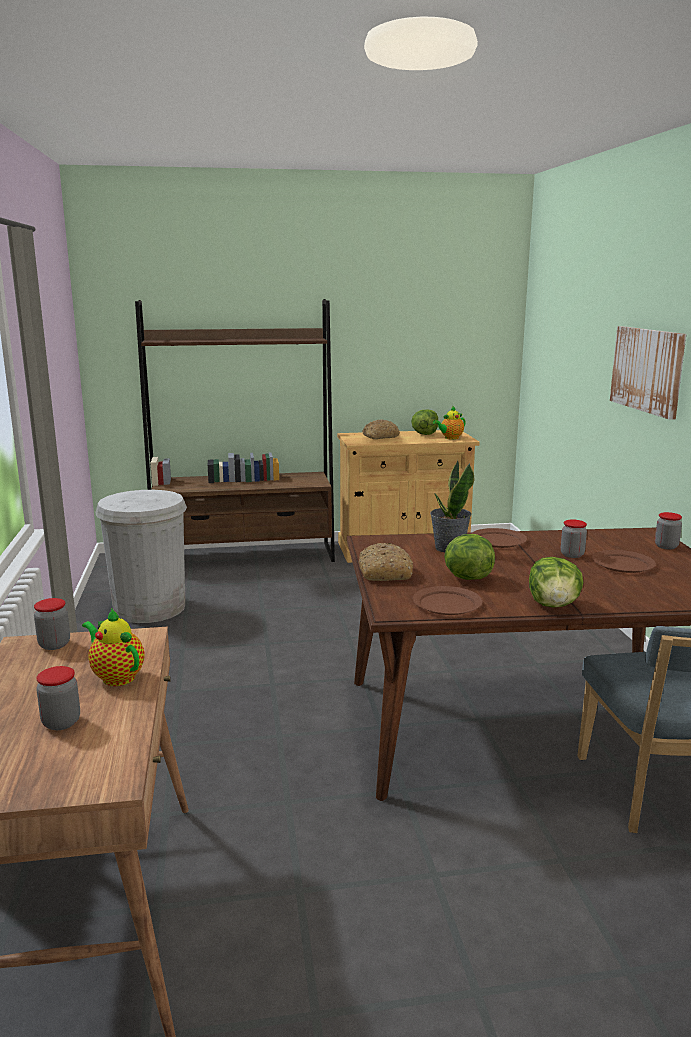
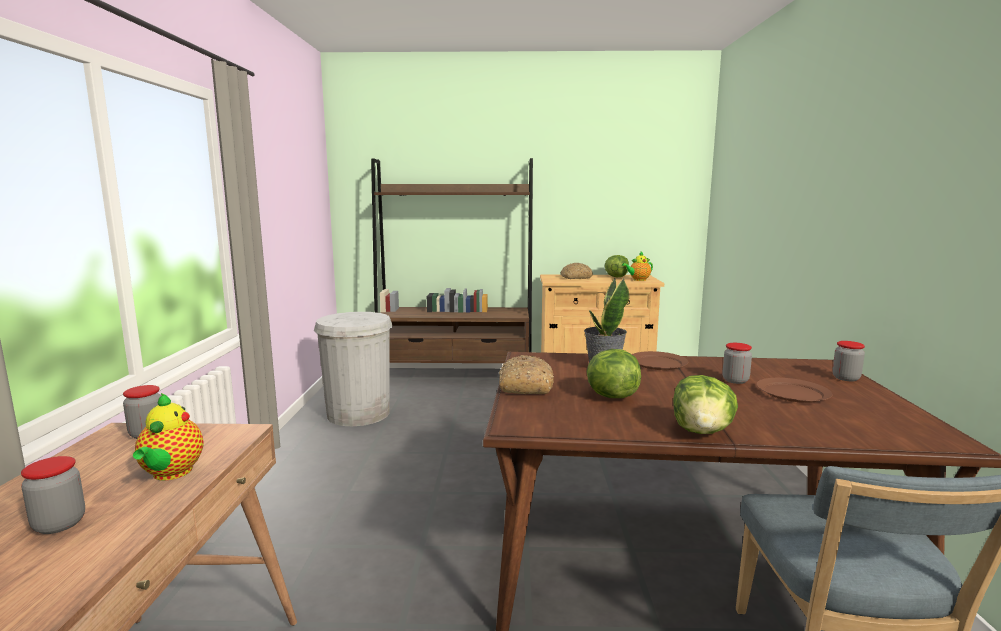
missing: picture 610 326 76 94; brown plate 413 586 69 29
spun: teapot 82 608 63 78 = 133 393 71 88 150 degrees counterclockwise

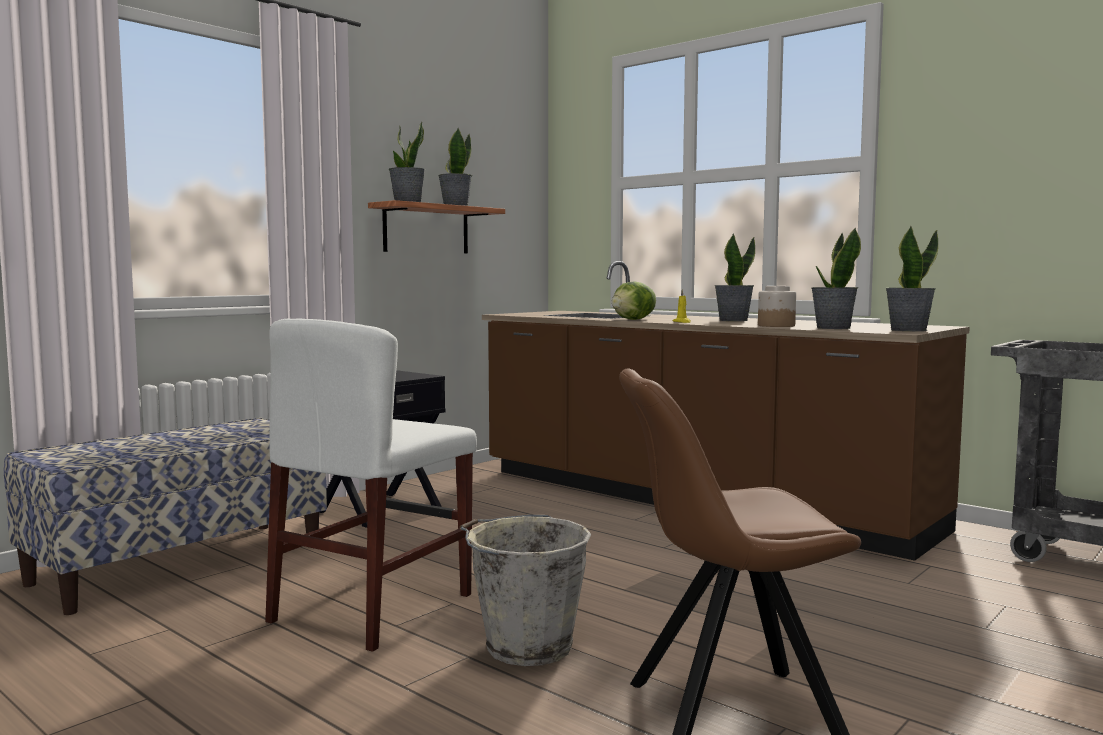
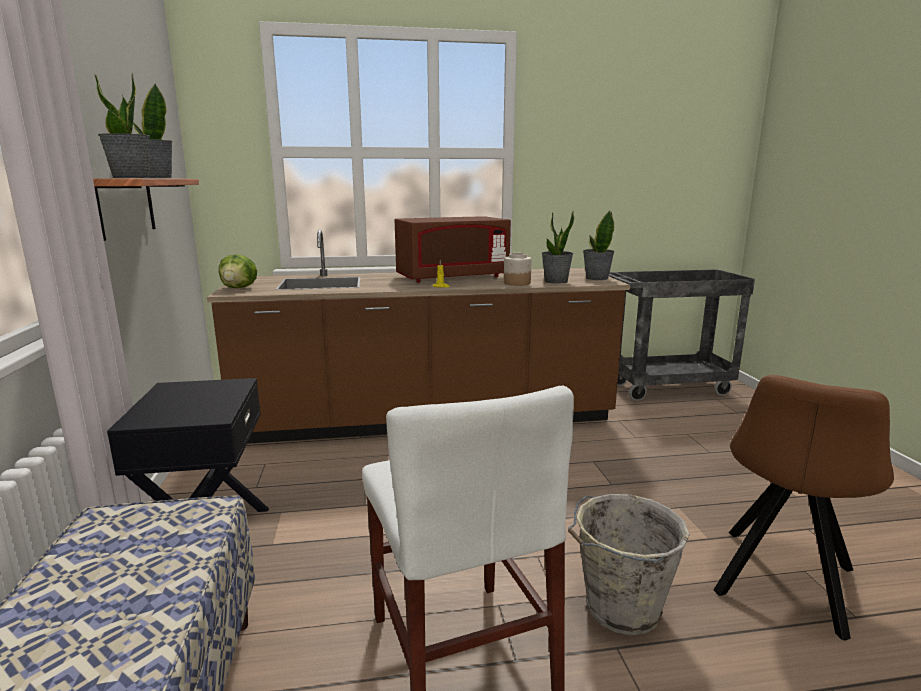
relocated: lettuce 612 281 44 39 to 219 254 38 34
exchanged: potted plant 714 233 41 88 to brown microwave 395 216 116 67

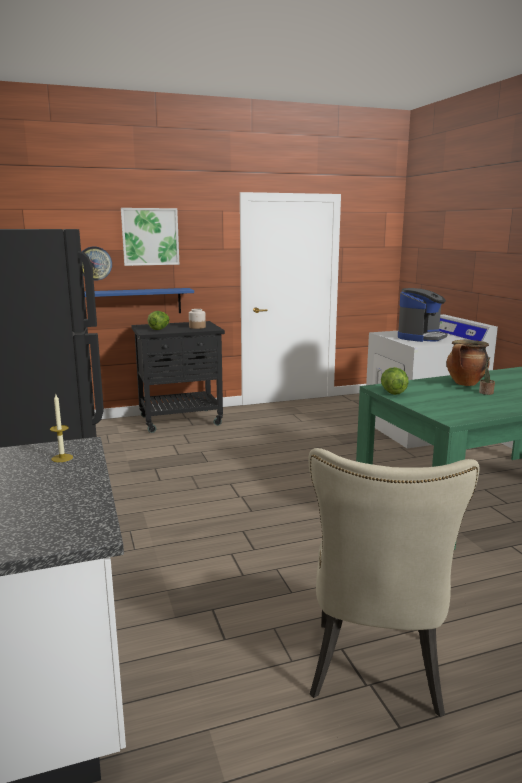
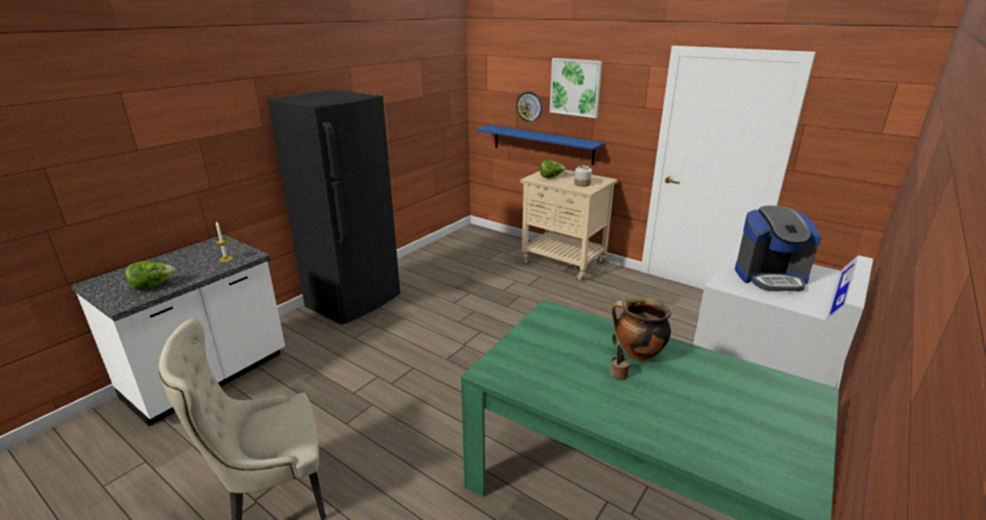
relocated: lettuce 381 367 28 28 to 125 261 50 29
colour: black cart 131 321 94 112 to beige cart 520 169 98 112

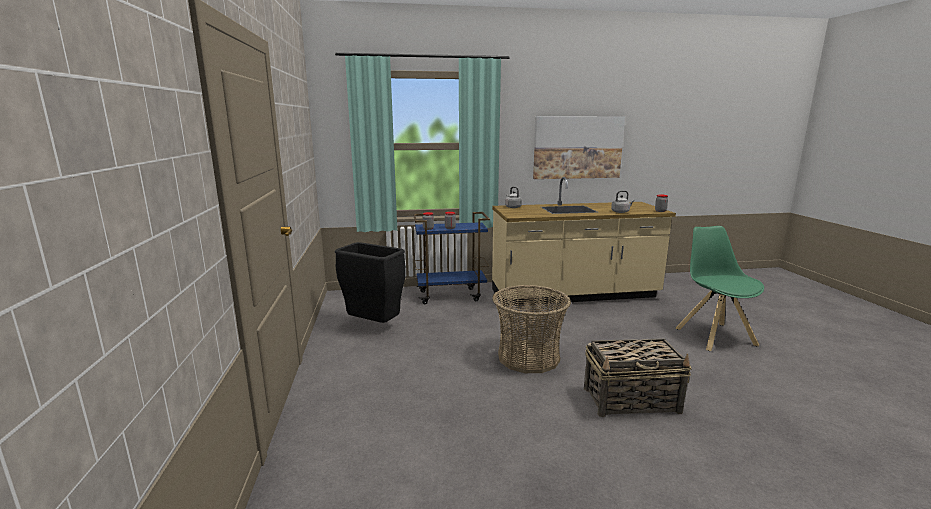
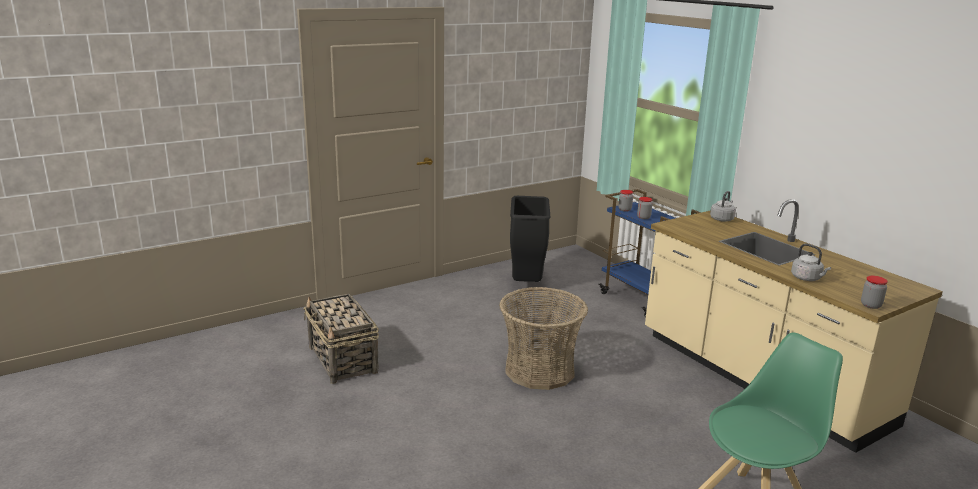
missing: picture 533 116 92 63
relocated: basket 584 338 108 79 to 304 294 75 90

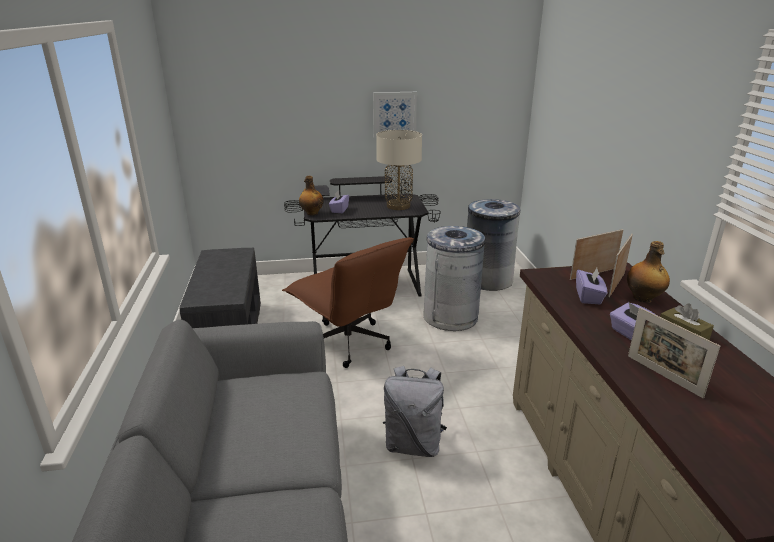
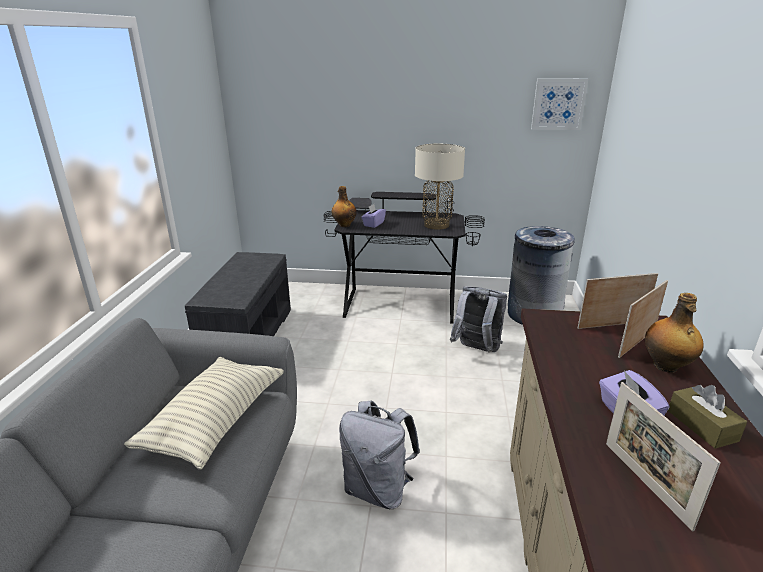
missing: brown office chair 282 237 132 131; purple tissue box 576 268 31 36
appeared: pillow 124 357 160 113
relocated: picture 373 92 44 46 to 531 78 57 52
exchanged: grey trash can 423 226 63 105 to grey backpack 450 287 57 65

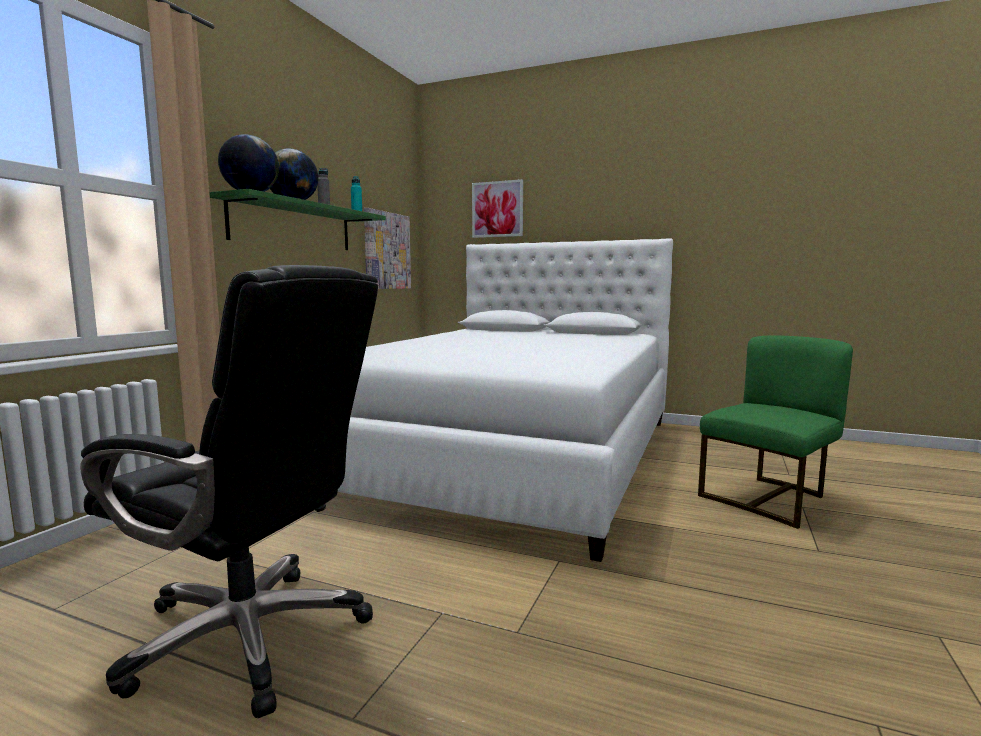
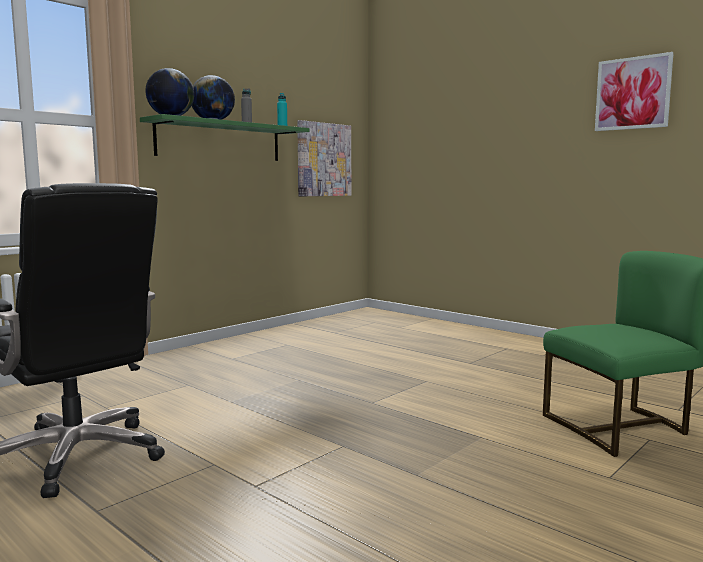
missing: white bed 338 238 335 324
relocated: picture 472 179 51 59 to 595 52 79 79

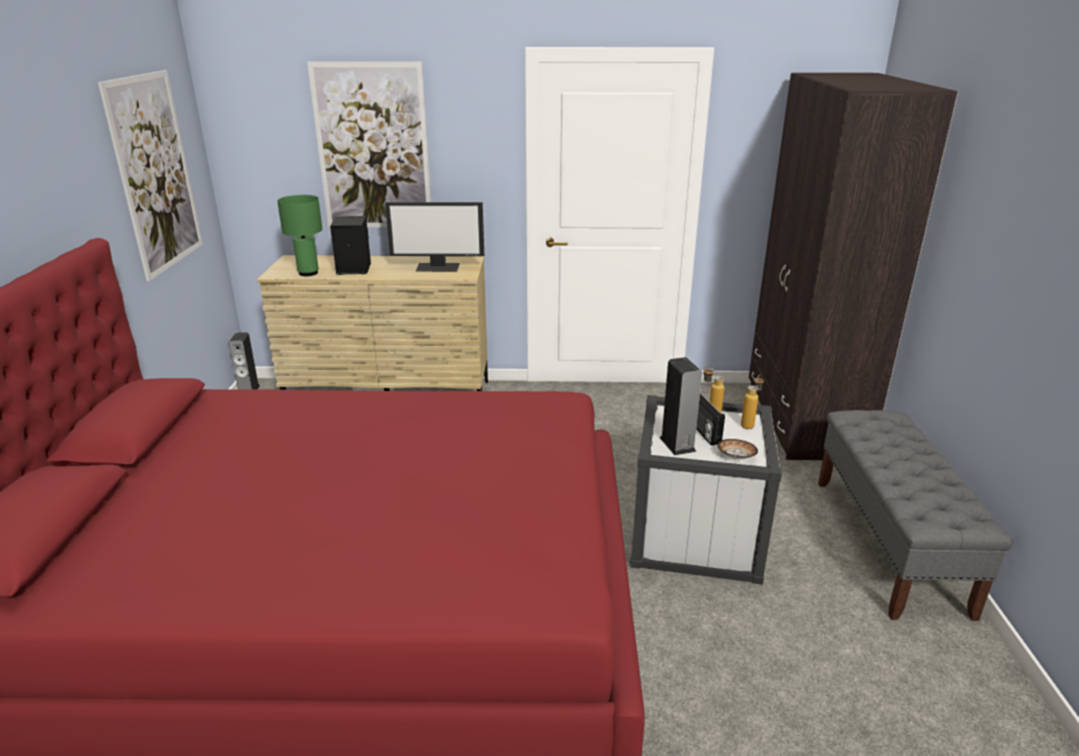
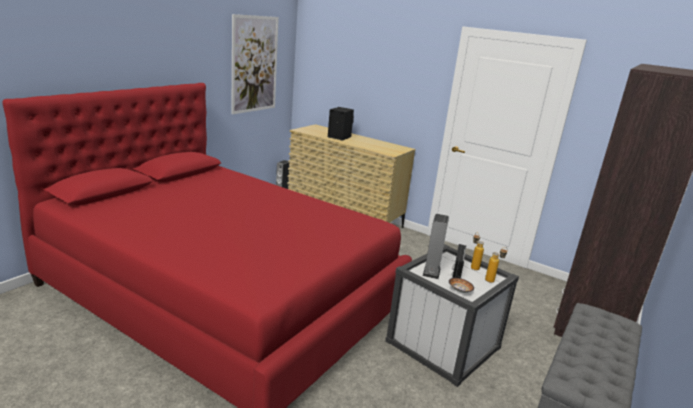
missing: picture 307 62 124 165; green table lamp 277 195 45 81; monitor 385 202 99 70

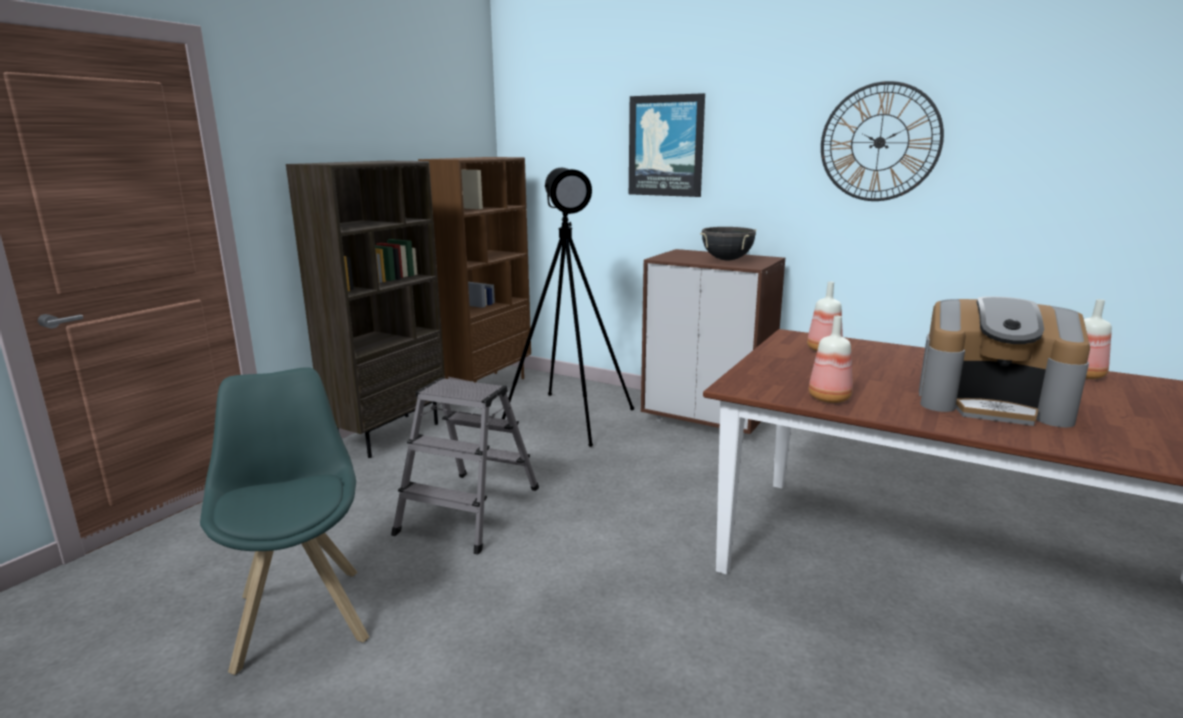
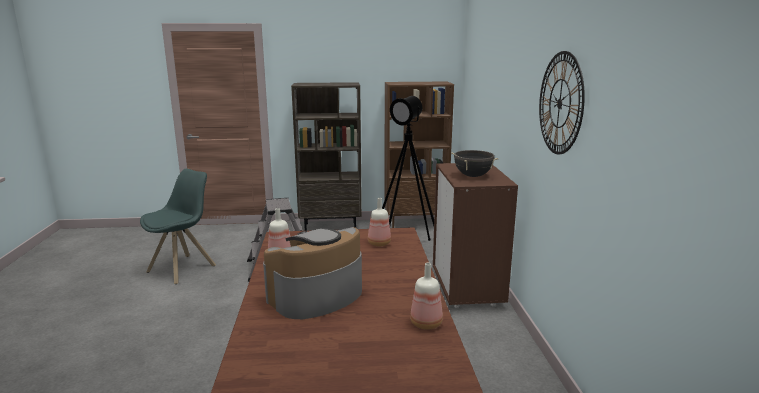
missing: picture 629 93 76 104
spun: coffee machine 919 296 171 132 = 263 227 99 92 60 degrees clockwise

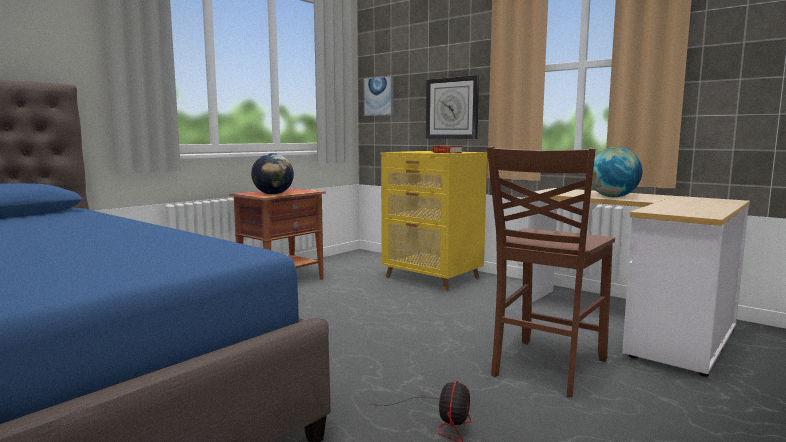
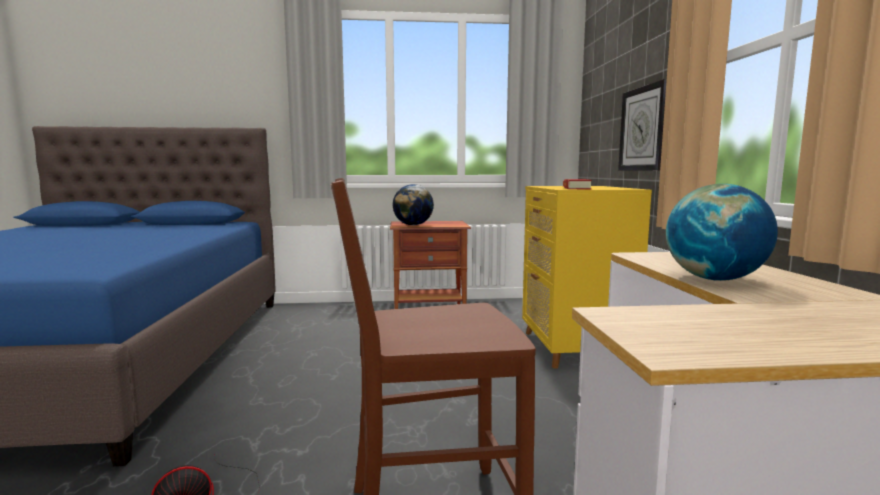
missing: picture 363 75 31 41

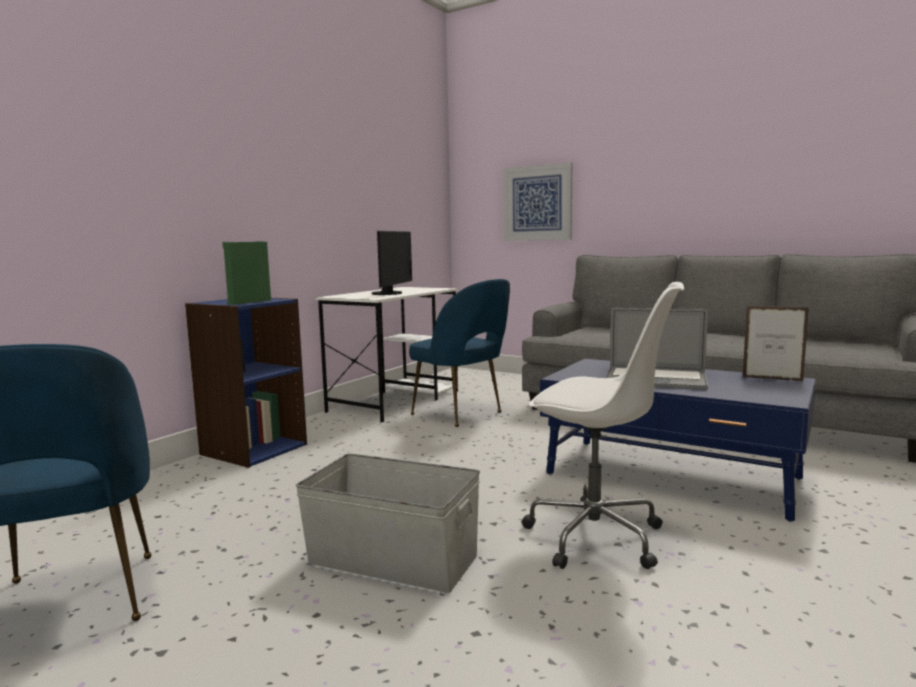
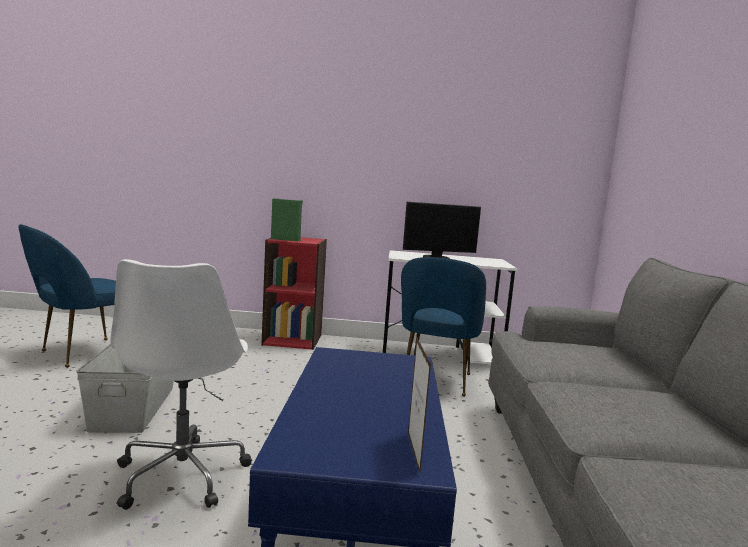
missing: picture 503 163 69 78; laptop 605 308 103 82
colour: blue bookcase 185 298 122 170 to red bookcase 261 237 66 113

